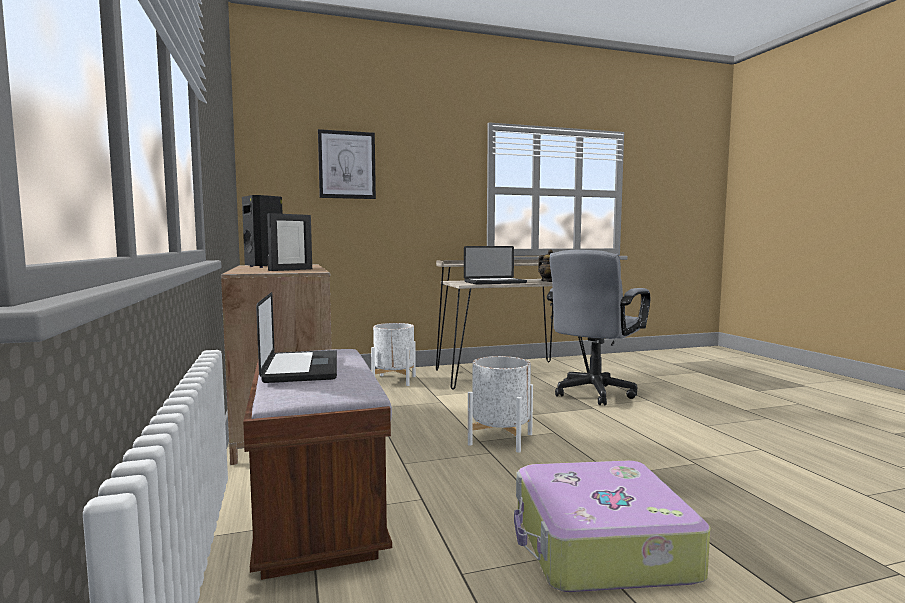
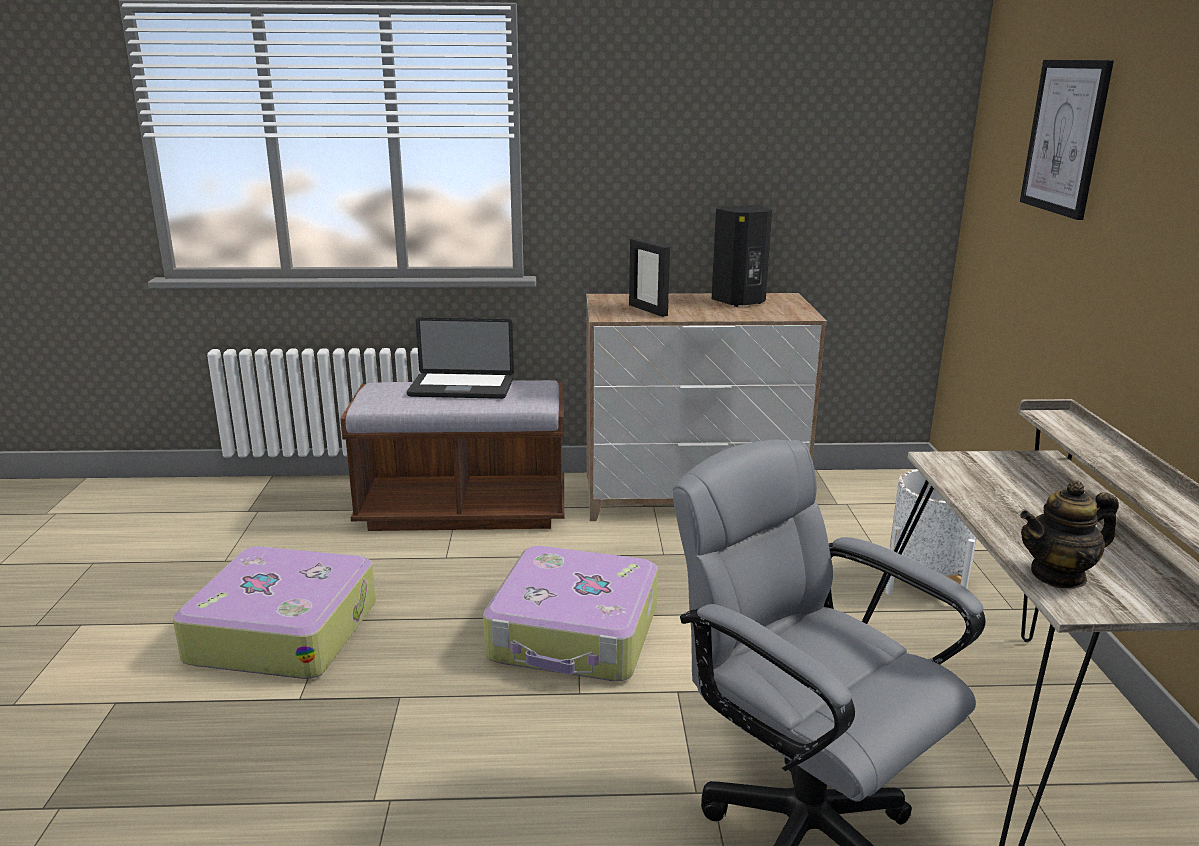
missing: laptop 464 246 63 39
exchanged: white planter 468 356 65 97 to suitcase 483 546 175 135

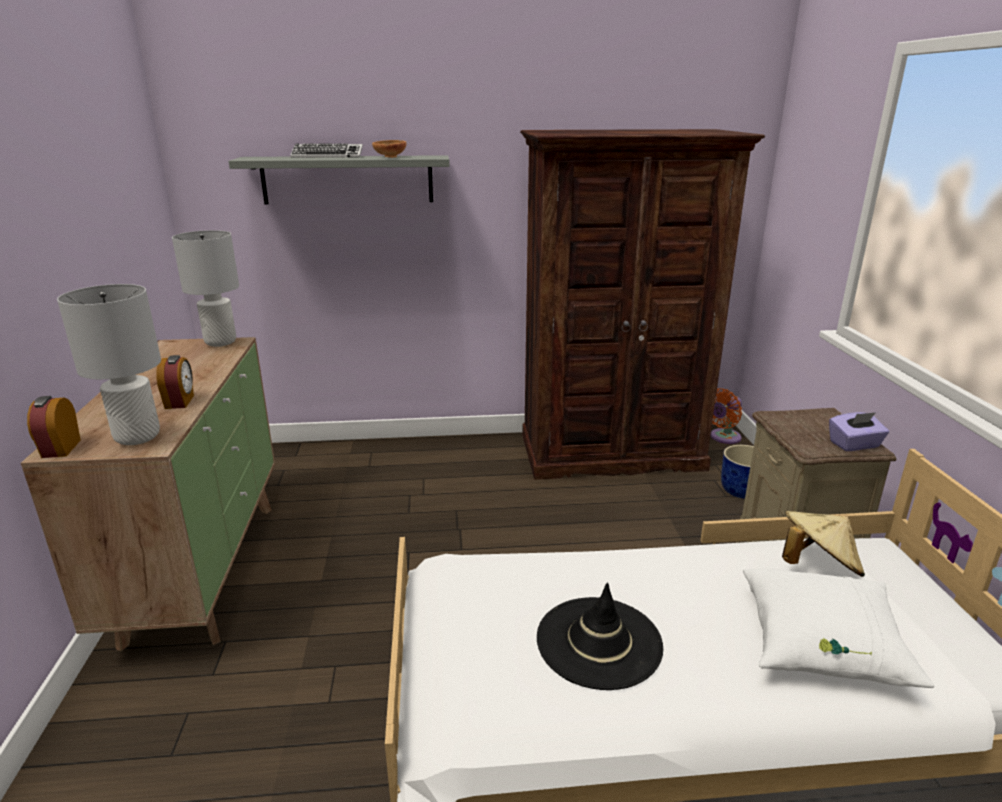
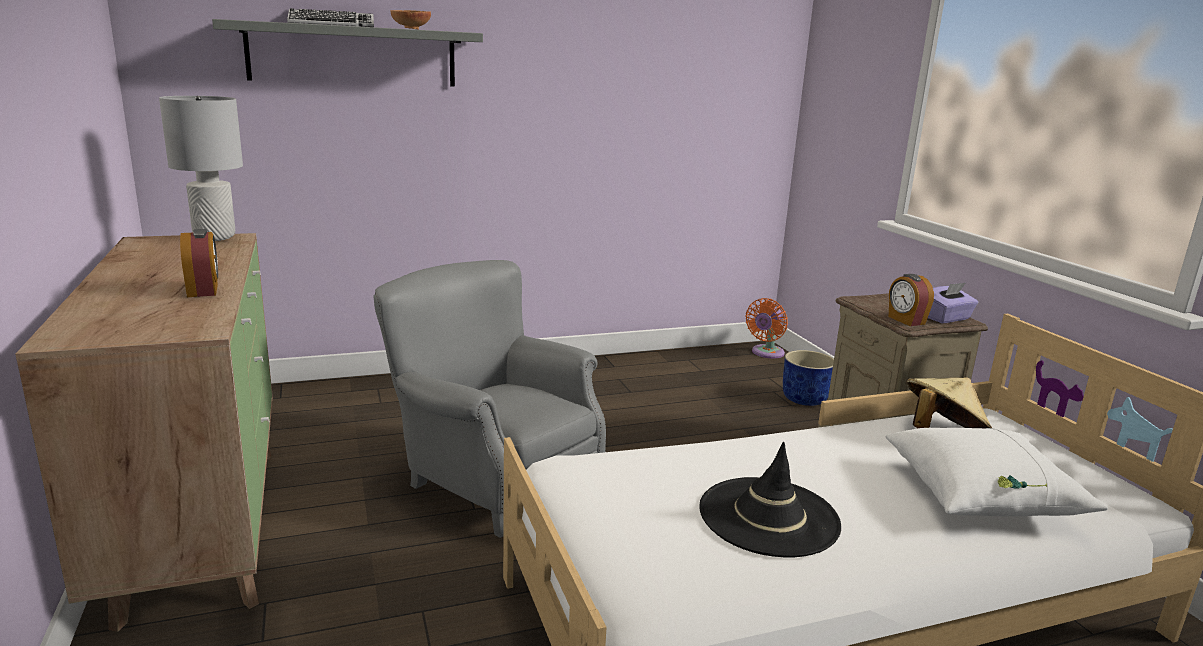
missing: brown wardrobe 520 129 245 350; grey table lamp 57 284 104 161
appeared: grey armchair 373 260 233 278
relocated: alarm clock 27 396 54 62 to 889 274 45 52

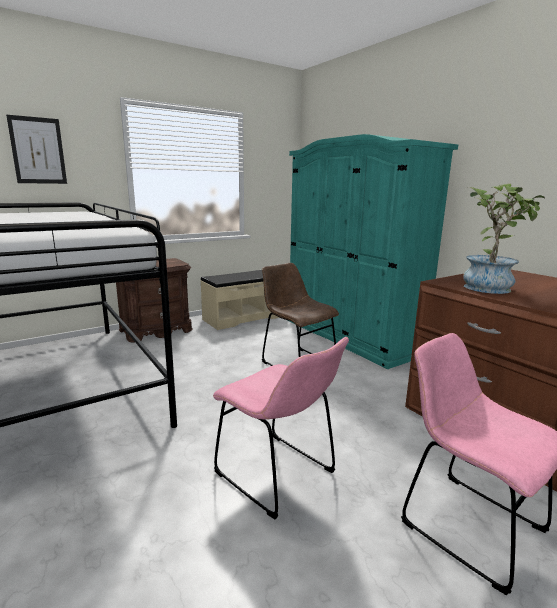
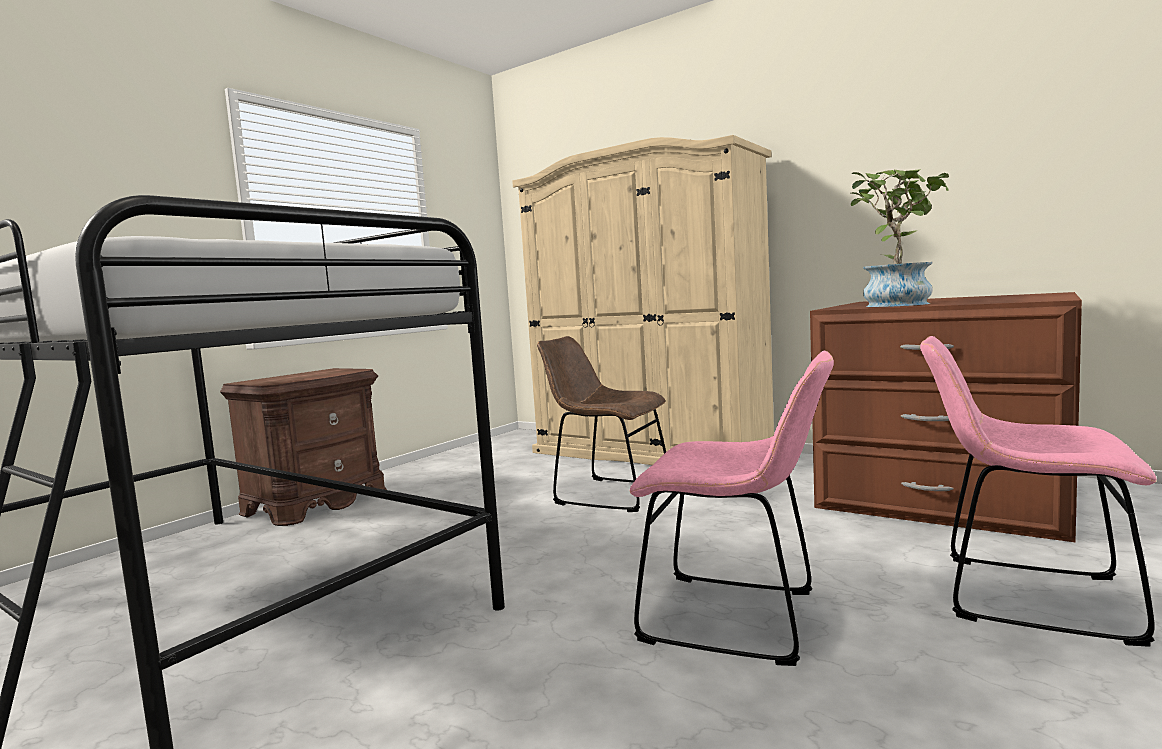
missing: picture 6 115 61 69; beige bench 200 270 80 60
colour: turquoise wardrobe 287 134 171 235 to beige wardrobe 512 135 262 330

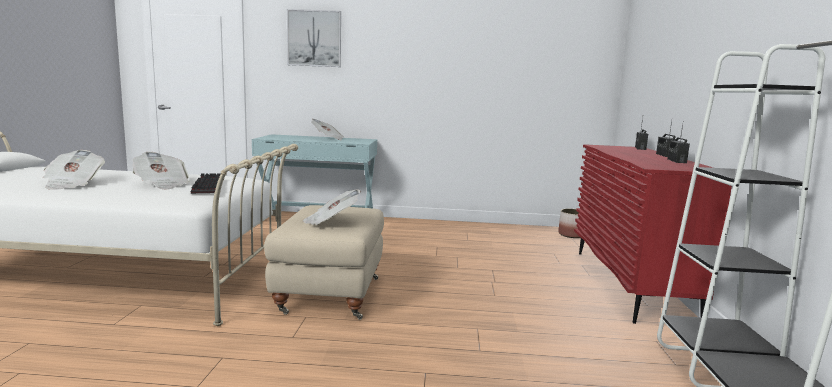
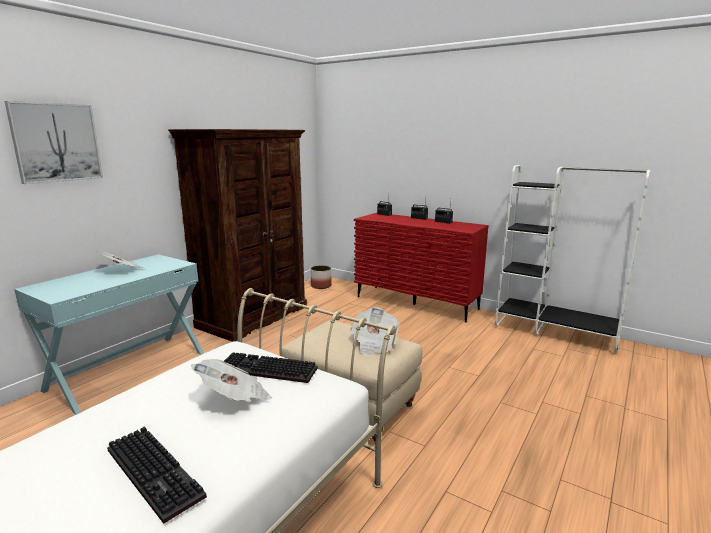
appeared: brown wardrobe 168 129 139 213
exchanged: newspaper 43 150 62 40 to keyboard 107 427 100 97

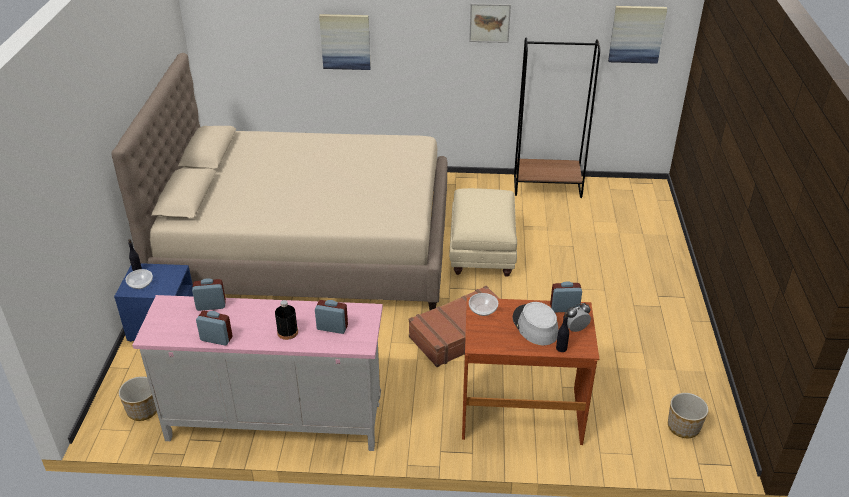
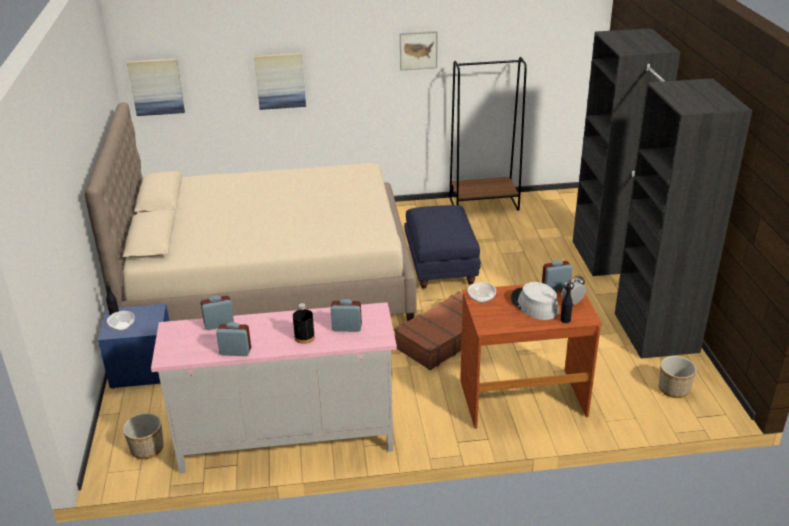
appeared: black wardrobe 573 28 179 331
relocated: picture 608 6 59 58 to 127 58 58 58
colour: beige ottoman 449 188 68 89 to blue ottoman 404 205 77 84

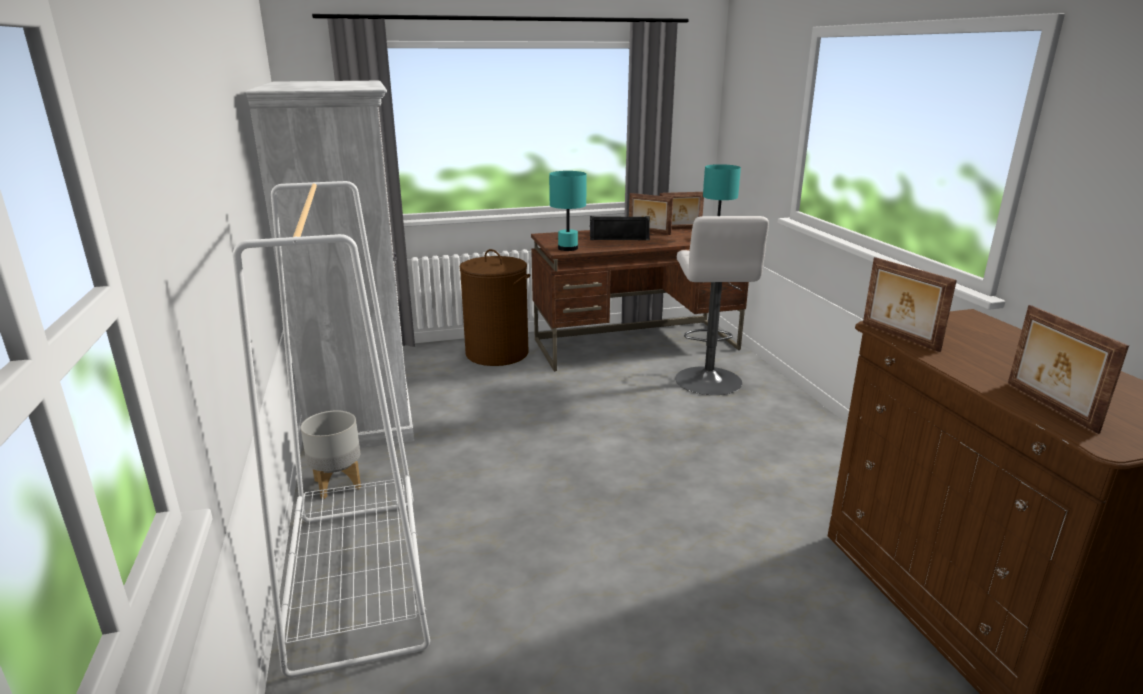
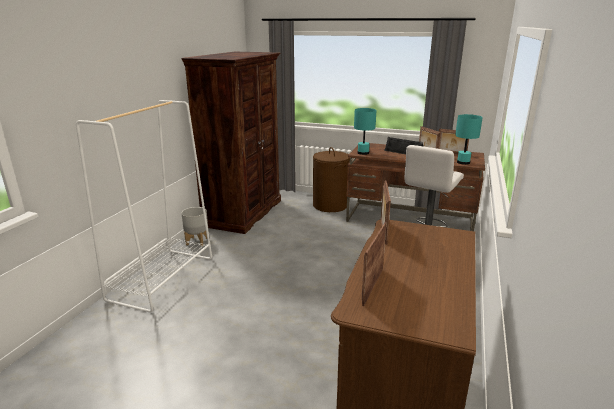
colour: white wardrobe 246 81 168 367 to brown wardrobe 181 52 100 182

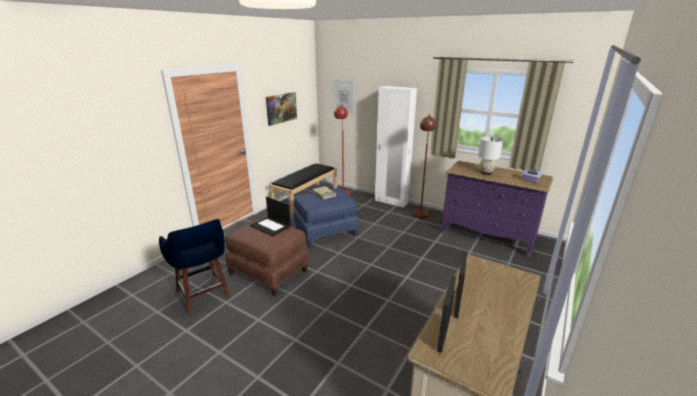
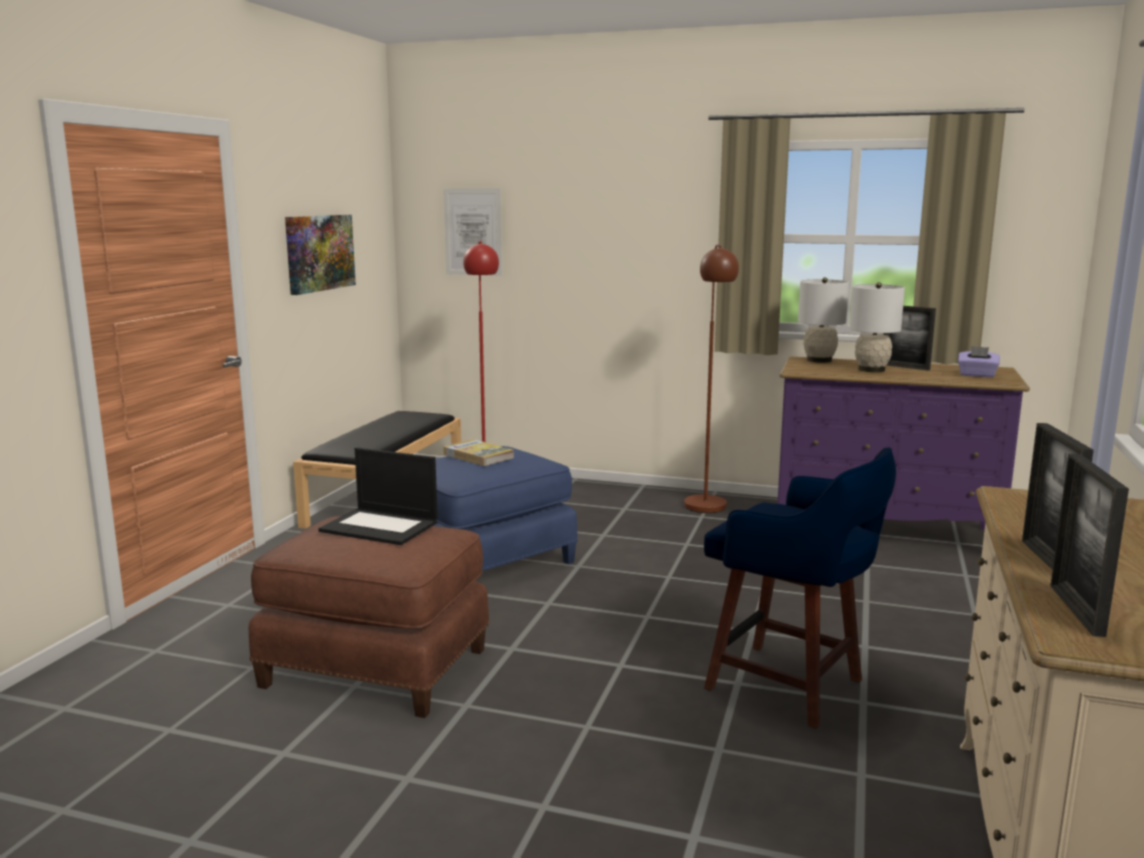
missing: white wardrobe 375 86 42 122
appeared: white table lamp 798 277 51 86; picture frame 883 306 53 64
relocated: blue stool 159 219 72 96 to 704 447 192 282

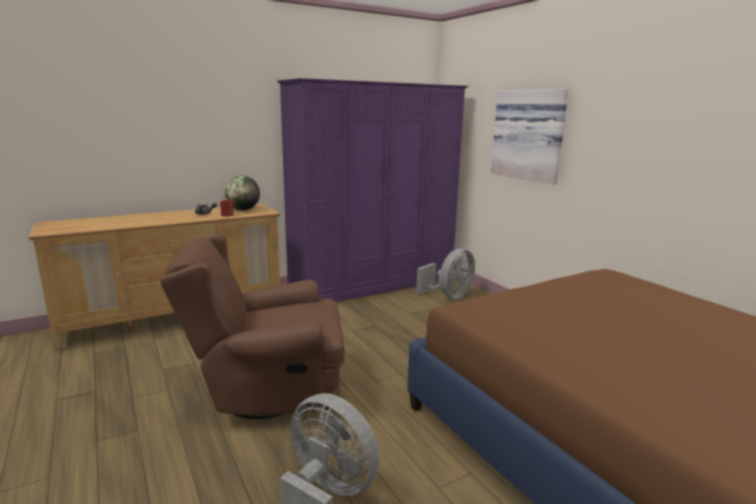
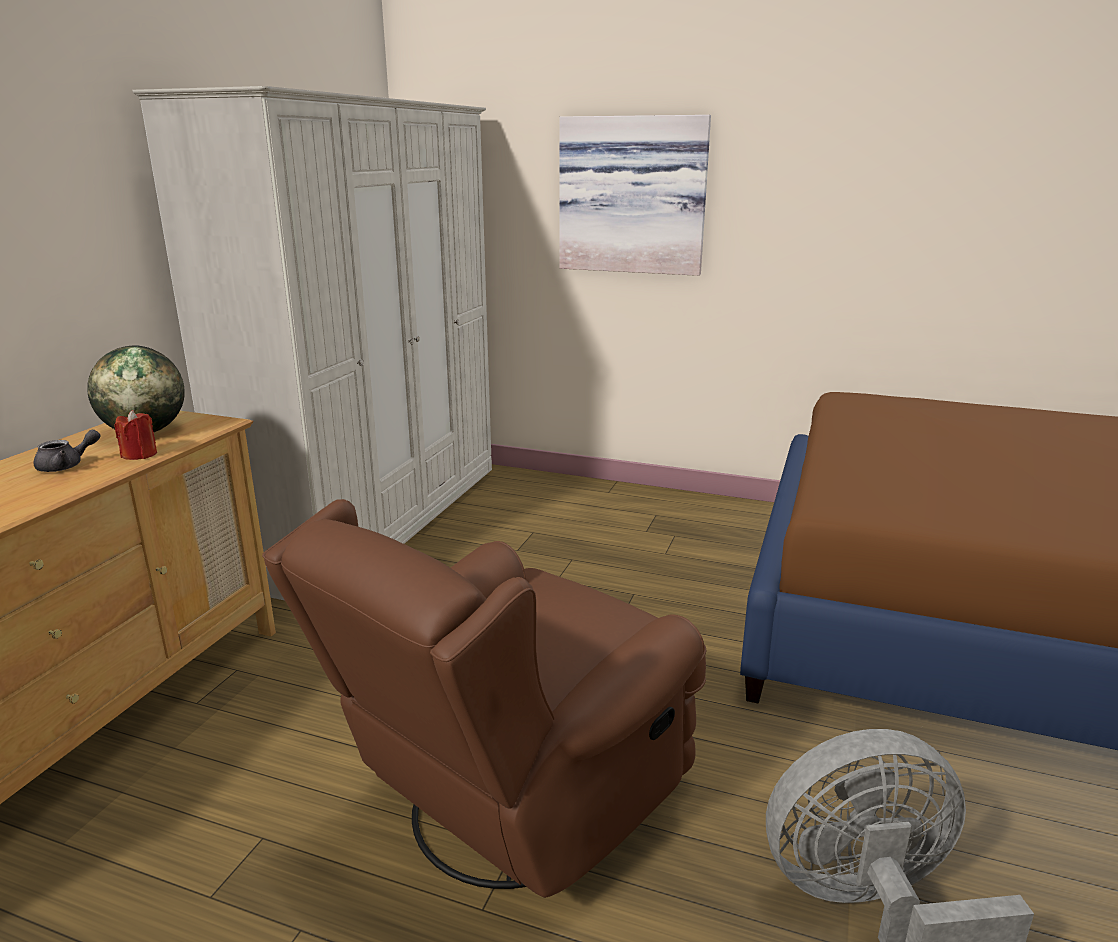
missing: grey fan 416 248 59 51
colour: purple wardrobe 277 78 192 224 to white wardrobe 133 86 359 515

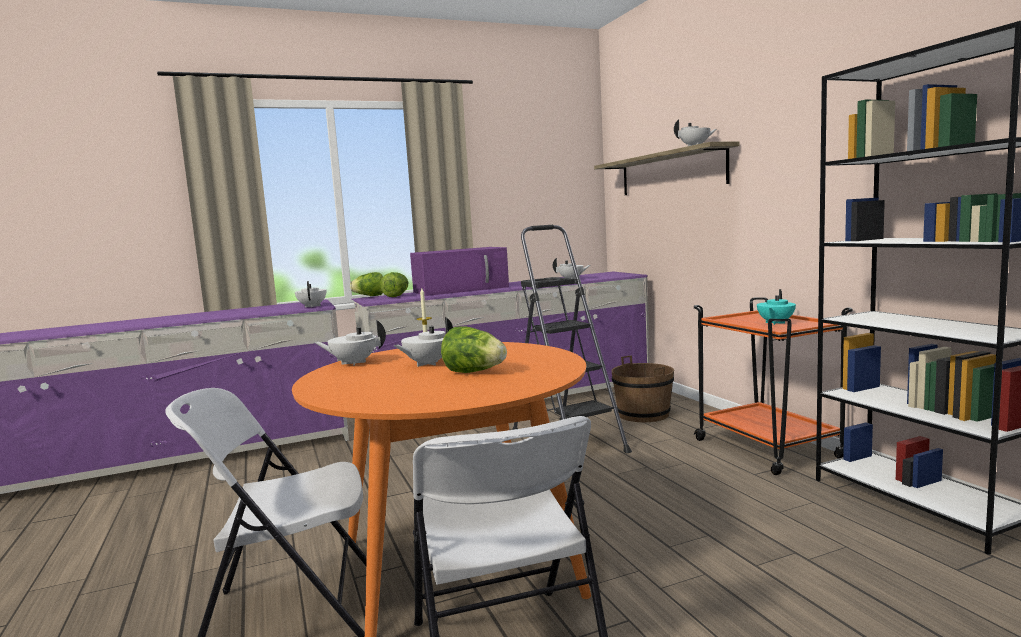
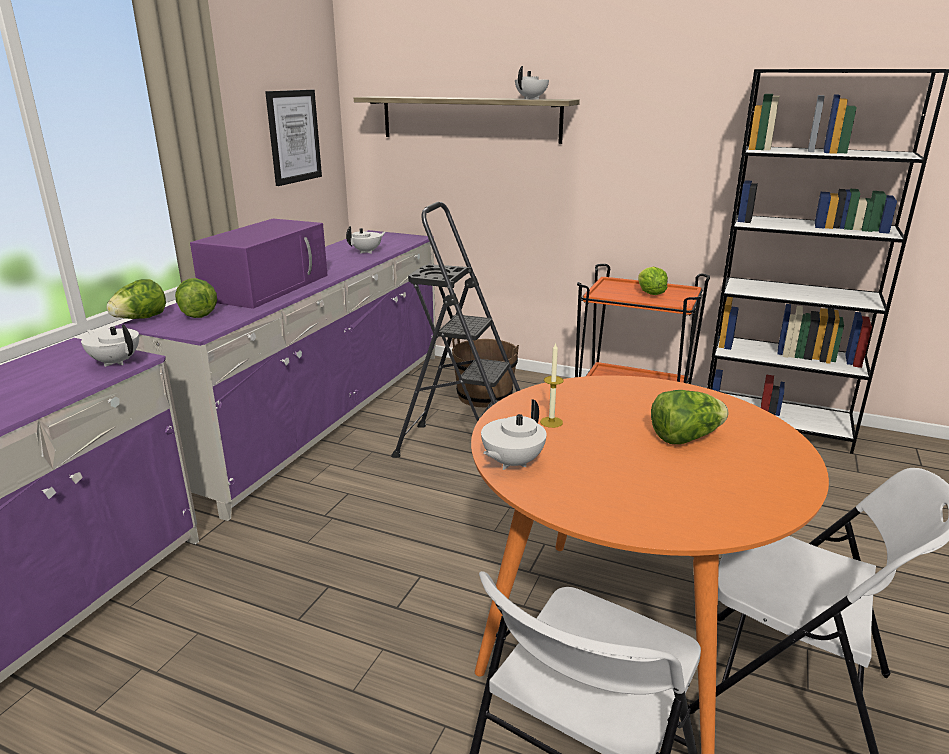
missing: white teapot 393 317 60 50
appeared: picture 265 90 57 96
exchanged: turquoise teapot 757 289 39 36 to lettuce 638 267 30 28

